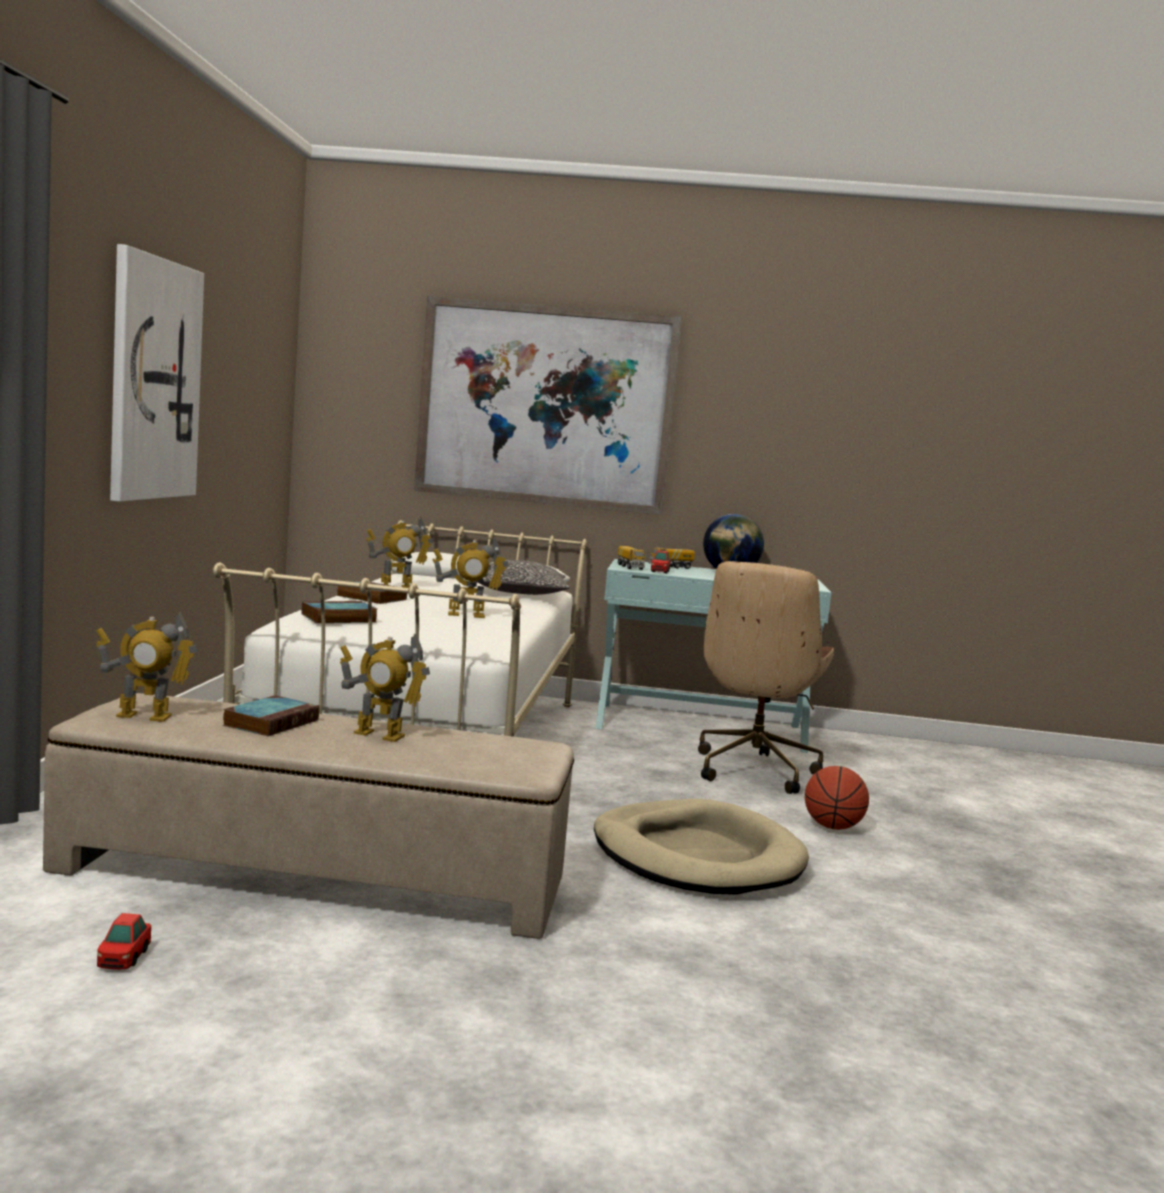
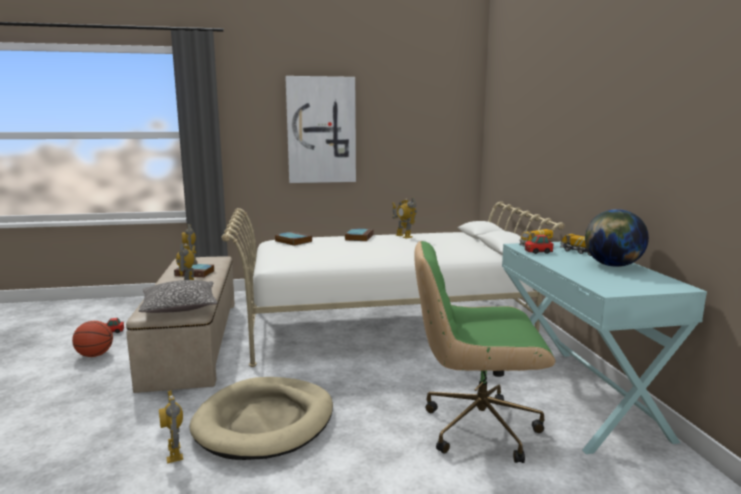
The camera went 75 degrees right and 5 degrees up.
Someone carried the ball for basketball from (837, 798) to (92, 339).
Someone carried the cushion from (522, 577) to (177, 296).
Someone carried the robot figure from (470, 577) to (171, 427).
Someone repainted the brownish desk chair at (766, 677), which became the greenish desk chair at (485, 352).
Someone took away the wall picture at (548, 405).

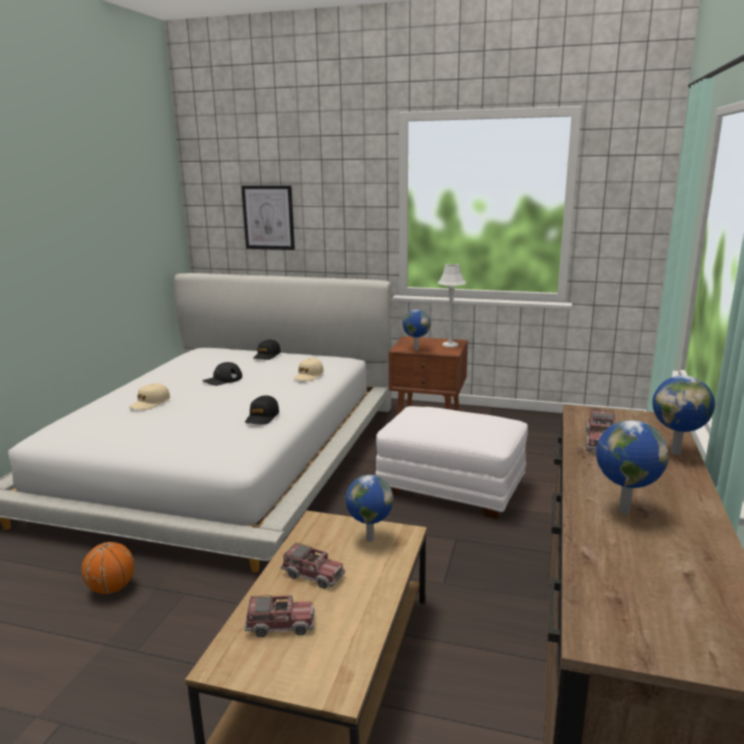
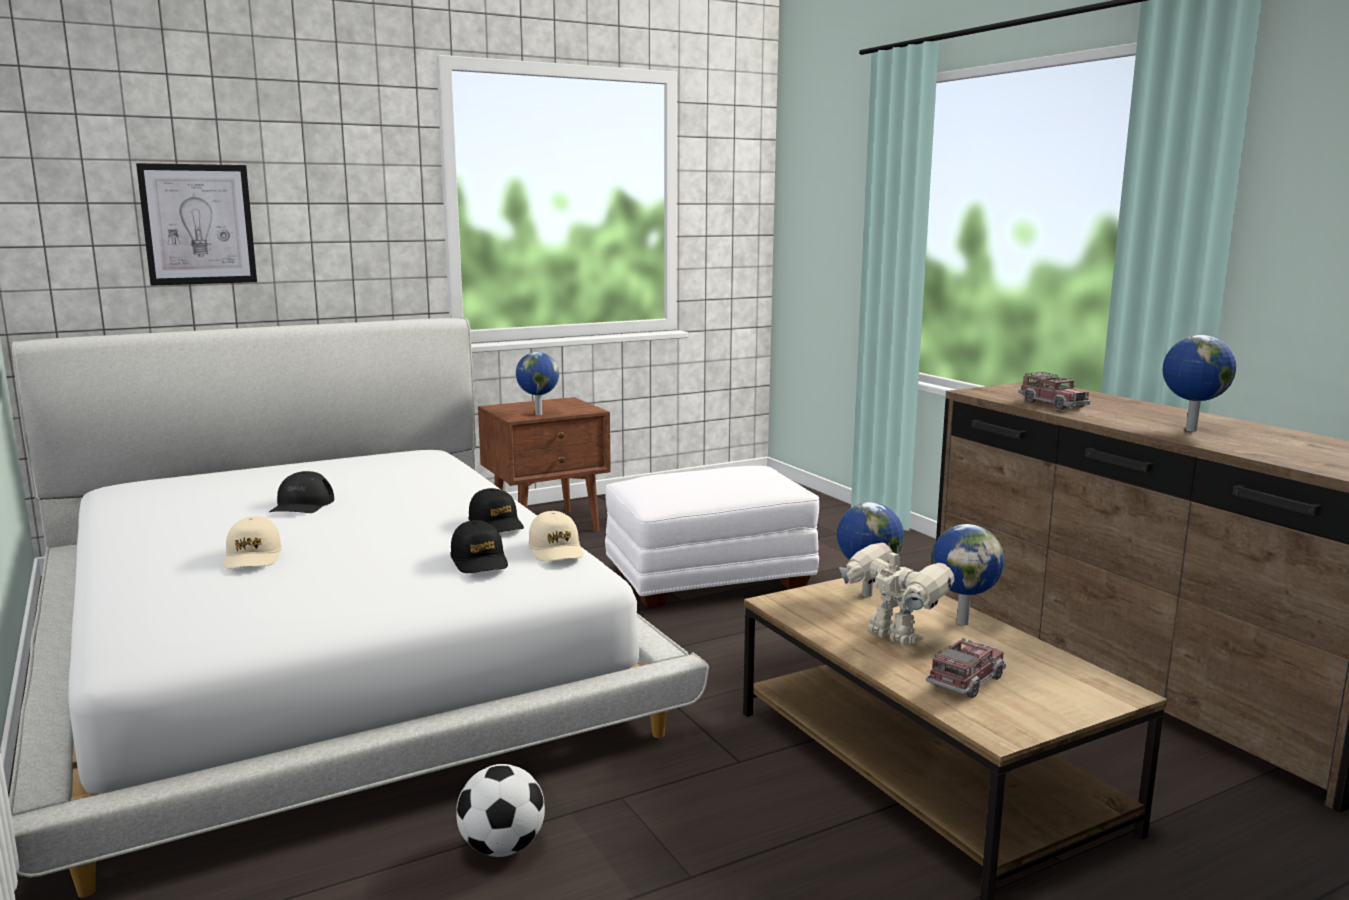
The camera went 45 degrees left and 5 degrees down.
Someone carried the blackish peaked cap from (267, 350) to (479, 546).
Someone swapped the ball for basketball at (108, 568) for the ball for football at (500, 810).
Someone carried the beige peaked cap from (308, 369) to (555, 536).
Someone swapped the model truck at (312, 565) for the robot figure at (896, 594).
Someone carried the world globe from (683, 415) to (968, 574).
Someone took away the grey lamp for a table at (451, 305).

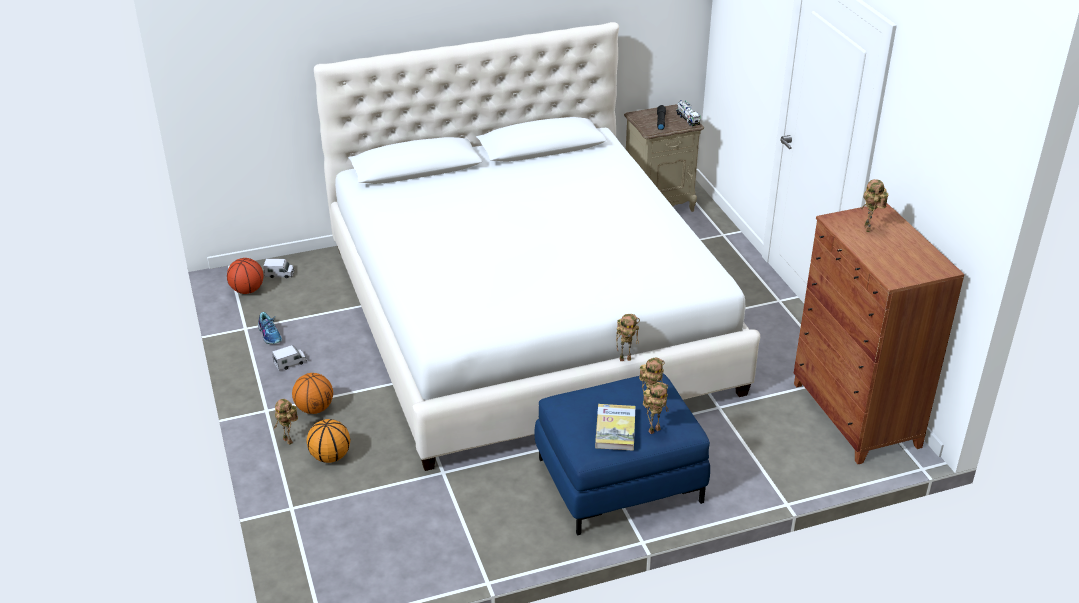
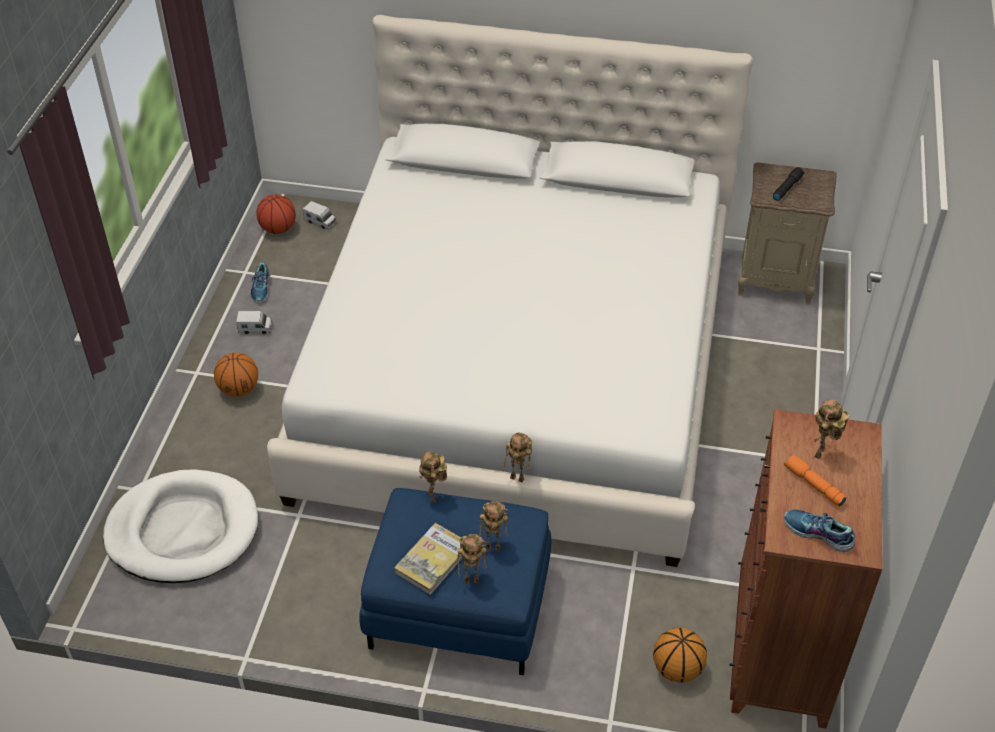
The camera went 30 degrees right and 10 degrees up.
Someone put down the white dog bed at (180, 526).
Someone carried the robot figure from (286, 422) to (433, 477).
Someone carried the ball for basketball from (328, 441) to (680, 655).
Someone put down the orange torch at (815, 481).
Someone put down the low shoe at (819, 531).
Someone took away the model truck at (688, 113).

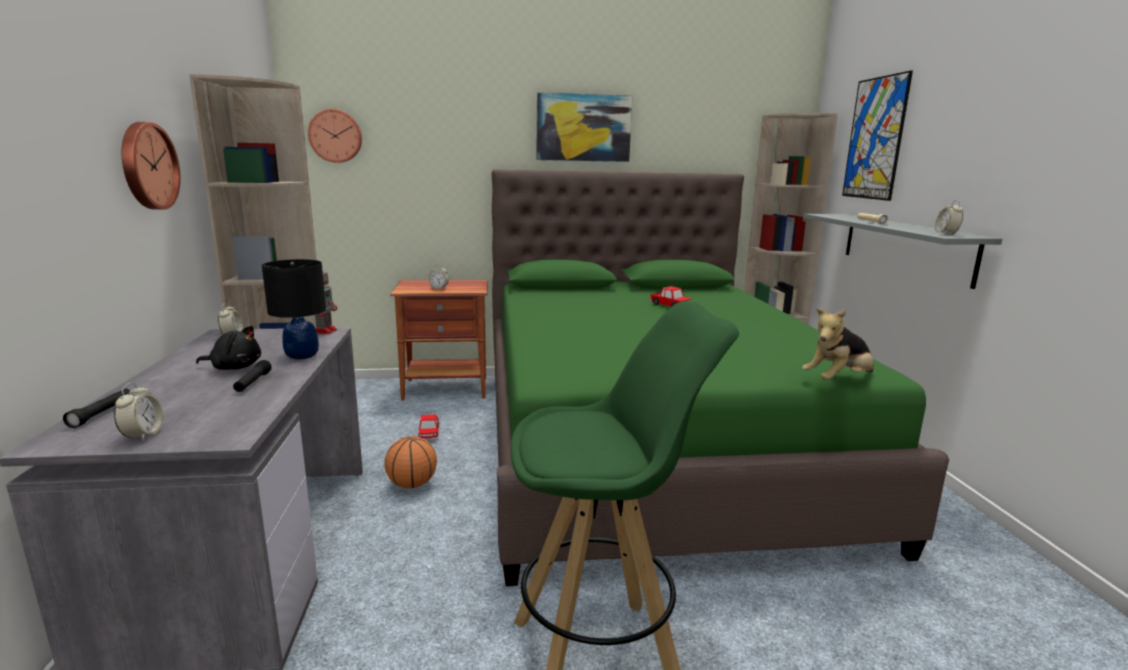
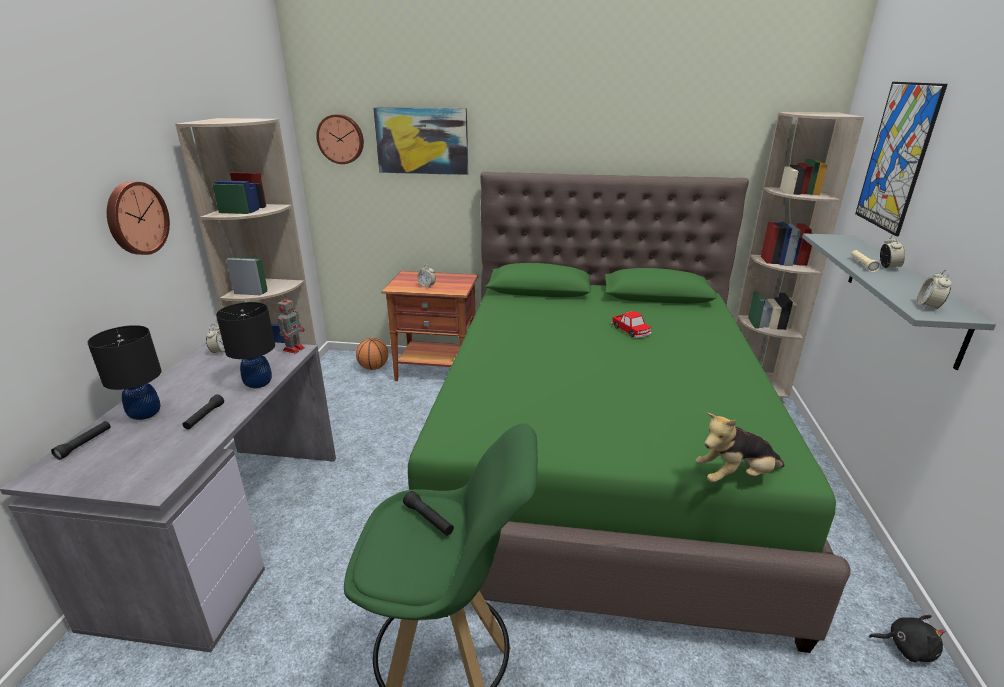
The camera went 15 degrees right and 10 degrees up.
Someone put down the blackish lamp for a table at (124, 372).
Someone carried the ball for basketball from (410, 462) to (372, 354).
Someone carried the wall picture from (584, 127) to (421, 141).
Someone put down the blackish torch at (428, 513).
Someone carried the blackish soft toy from (228, 348) to (907, 638).
Someone carried the bedside clock from (138, 411) to (892, 252).
Someone took away the model car at (429, 427).

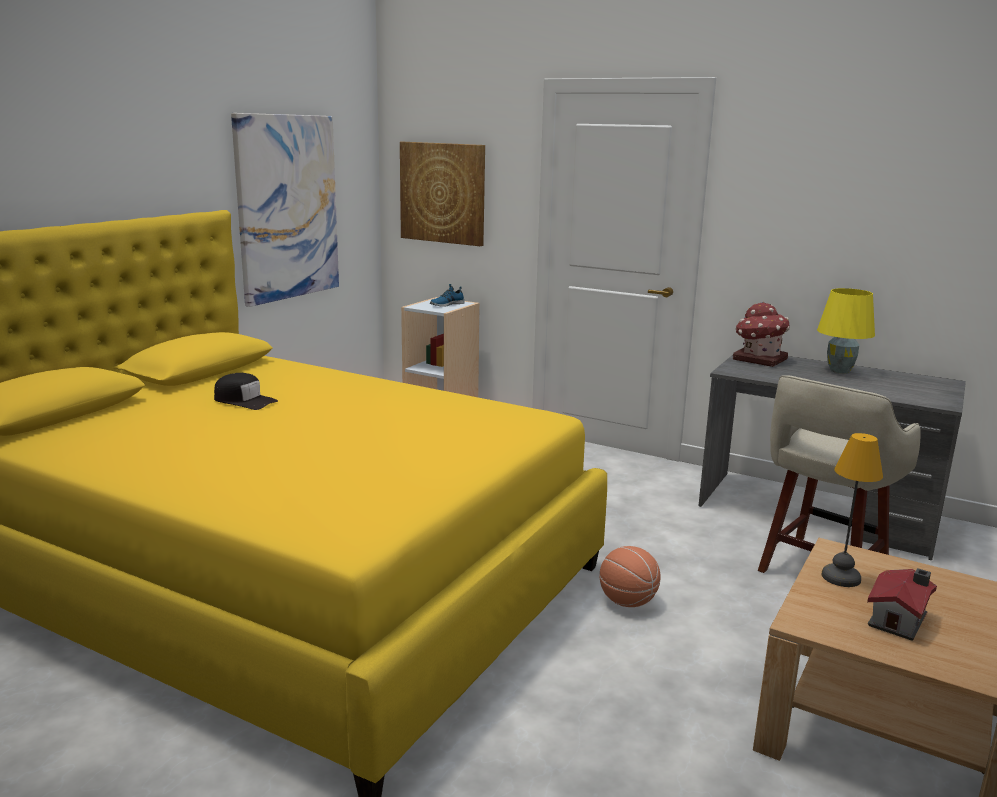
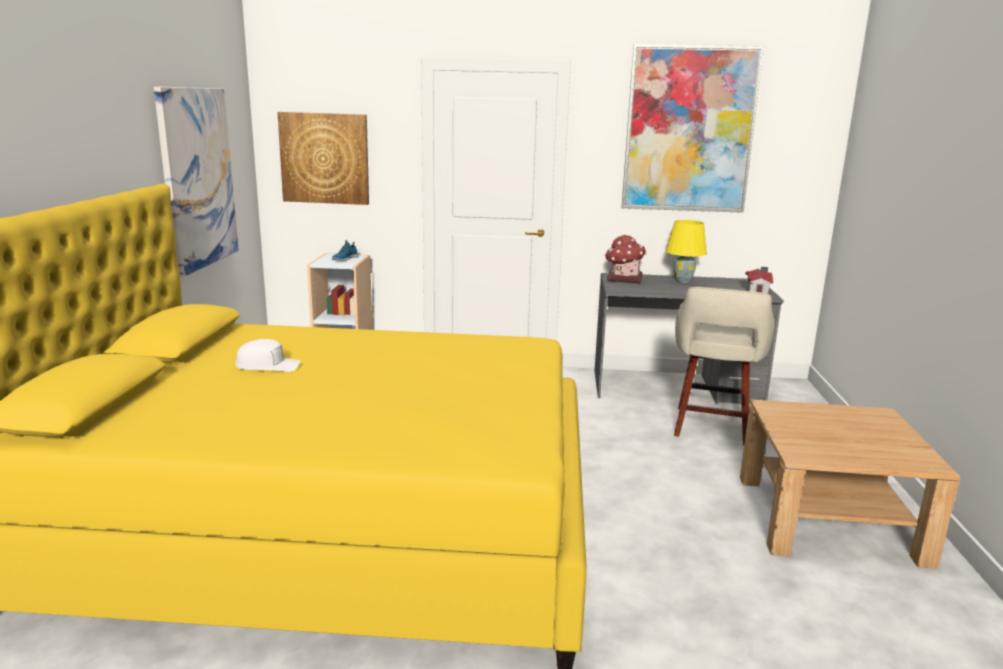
The camera went 25 degrees left and 0 degrees up.
Someone repainted the blackish peaked cap at (246, 391), which became the white peaked cap at (268, 355).
Someone put up the wall picture at (693, 128).
Someone carried the model house from (902, 604) to (759, 280).
Someone took away the ball for basketball at (630, 576).
Someone took away the lamp for a table at (852, 510).

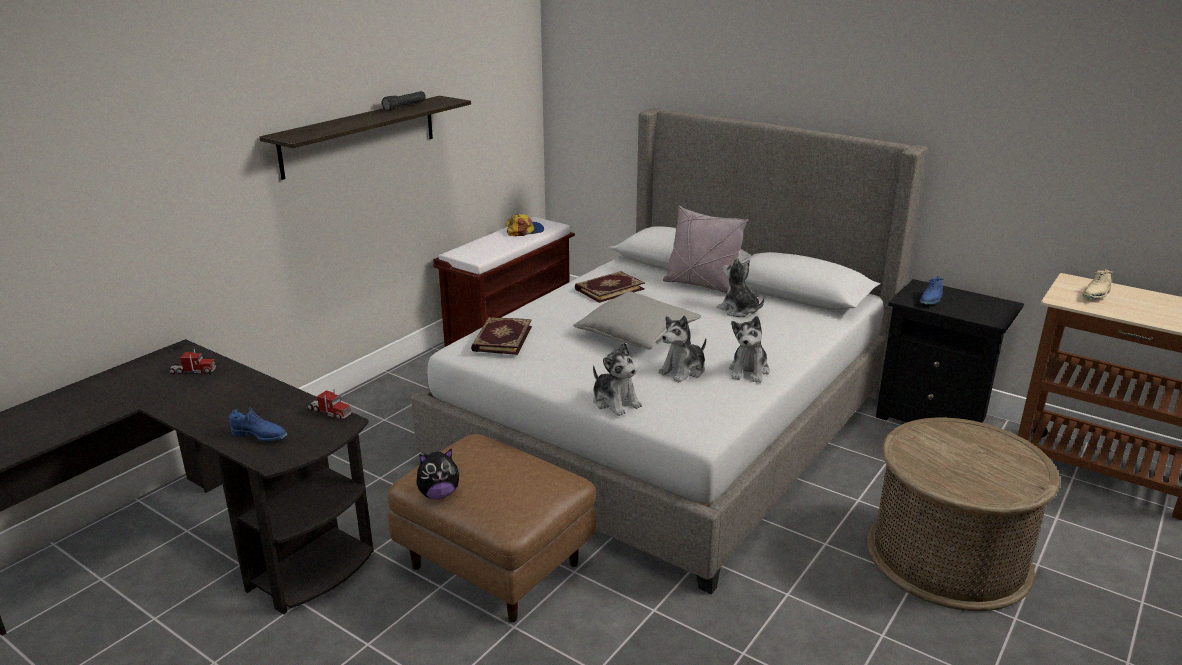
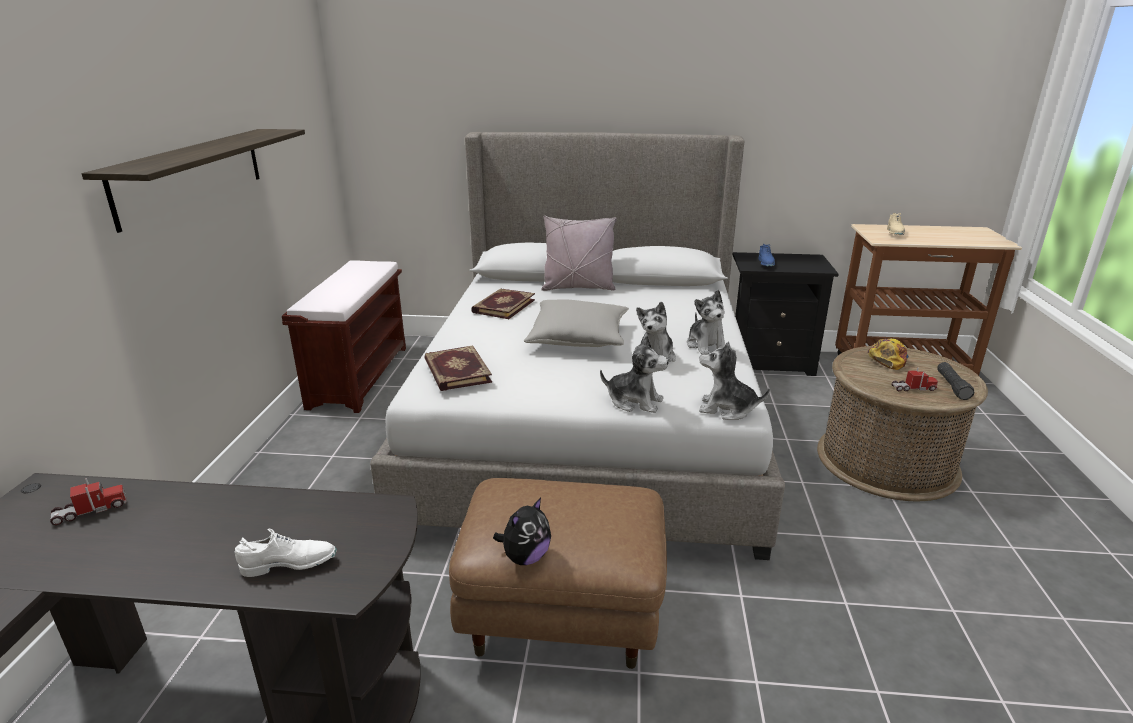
The camera went 30 degrees left and 0 degrees up.
Someone repainted the blue low shoe at (258, 424), which became the white low shoe at (286, 552).
Someone carried the soft toy from (740, 287) to (734, 381).
Someone carried the peaked cap from (524, 225) to (888, 354).
Someone carried the model truck from (330, 404) to (914, 379).
Someone carried the blackish torch from (403, 101) to (955, 381).

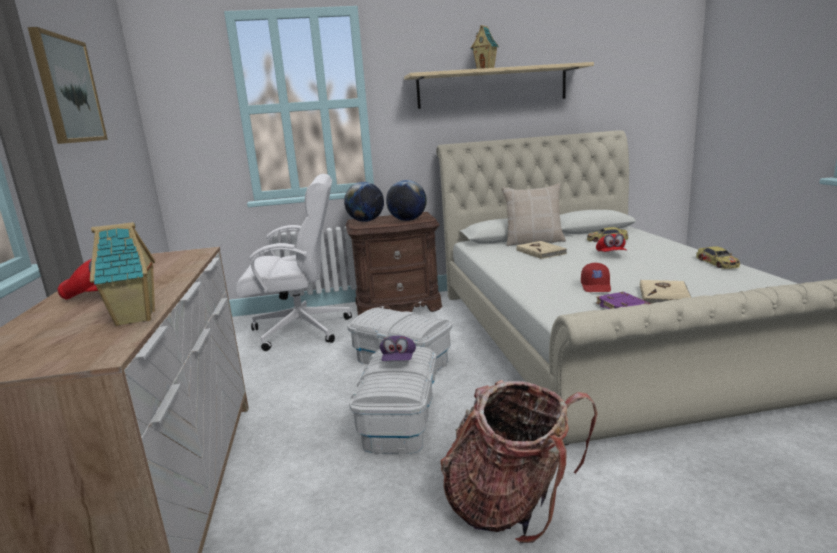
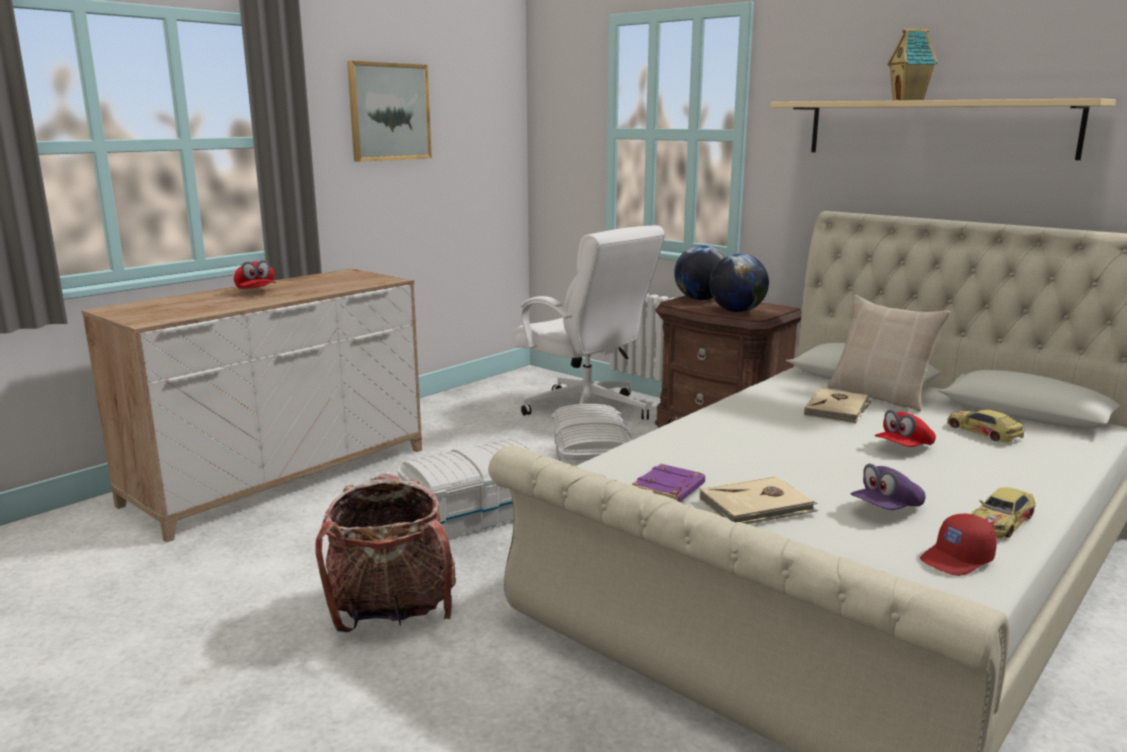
The camera went 50 degrees right and 0 degrees up.
Someone carried the purplish peaked cap from (398, 348) to (888, 487).
Someone carried the red-coloured peaked cap from (596, 277) to (958, 545).
Someone took away the model house at (122, 274).

